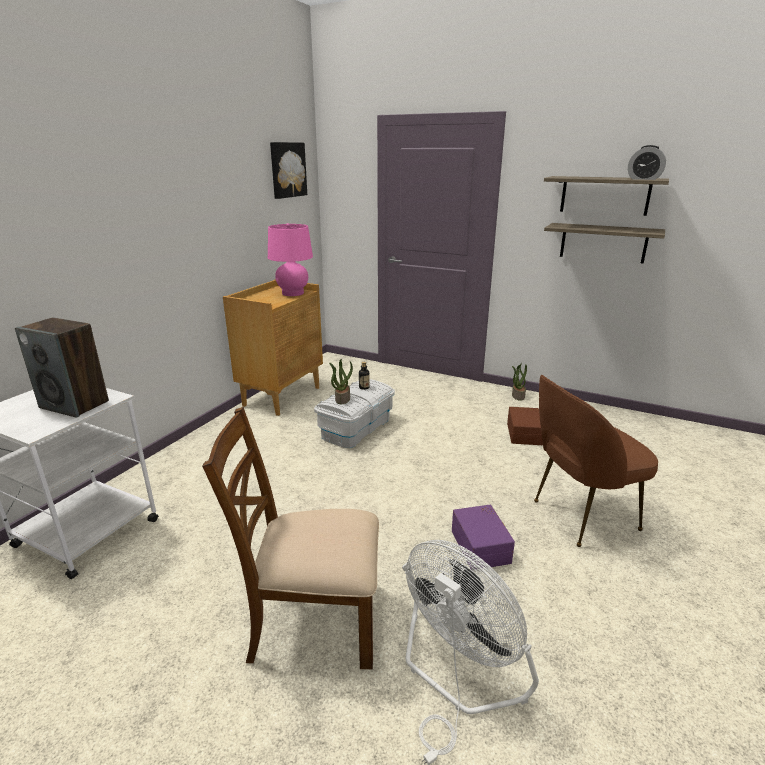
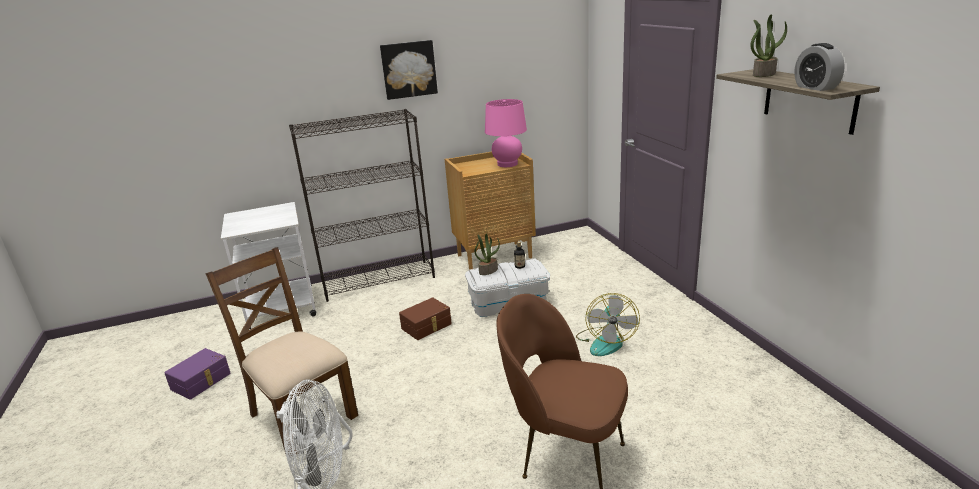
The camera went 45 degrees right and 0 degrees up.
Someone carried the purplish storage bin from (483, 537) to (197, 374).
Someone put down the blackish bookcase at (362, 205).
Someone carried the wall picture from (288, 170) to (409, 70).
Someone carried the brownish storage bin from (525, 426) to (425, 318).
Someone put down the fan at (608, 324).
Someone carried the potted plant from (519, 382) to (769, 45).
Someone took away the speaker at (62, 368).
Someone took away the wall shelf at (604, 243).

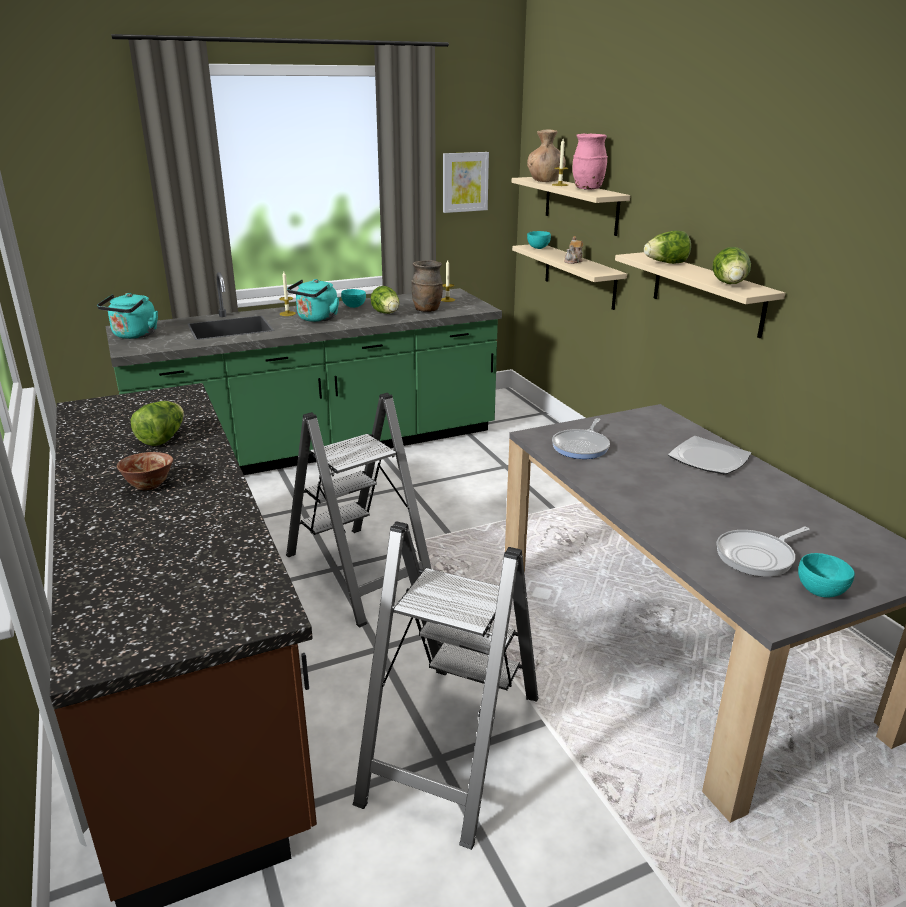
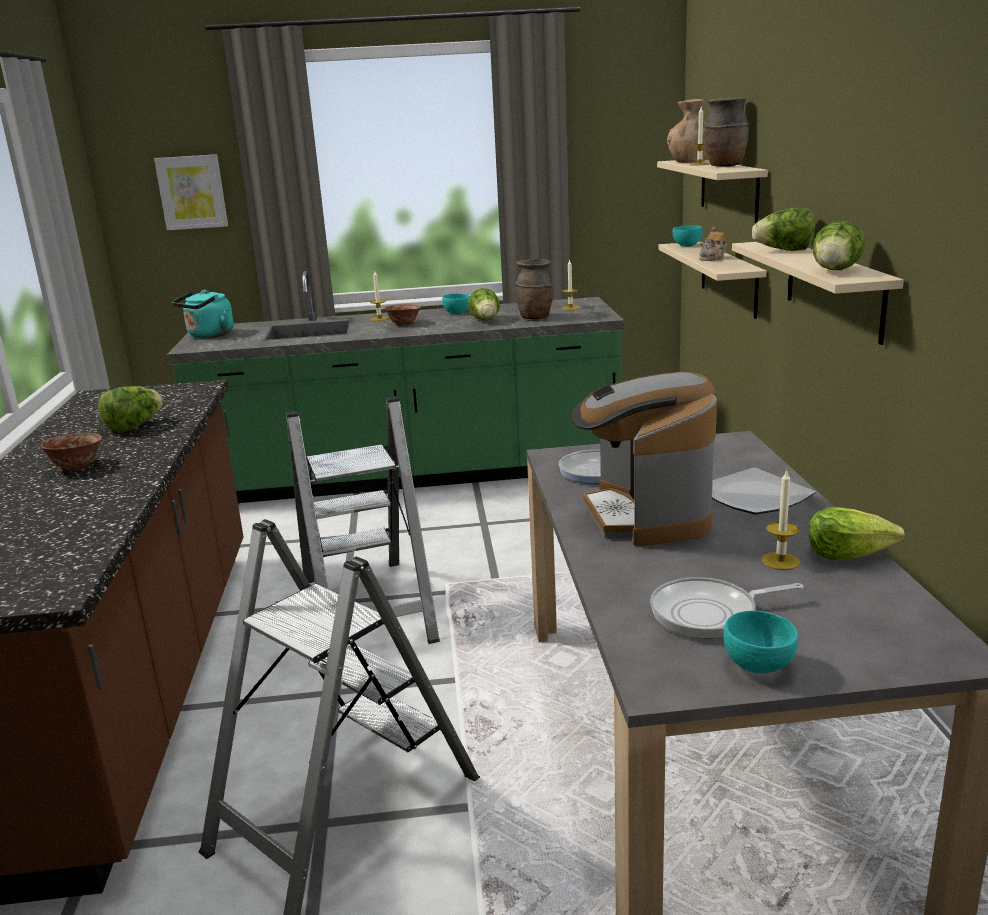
The camera went 20 degrees right and 5 degrees down.
Someone carried the wall picture from (466, 182) to (191, 192).
Someone swapped the turquoise water kettle at (313, 300) for the serving bowl at (403, 315).
Someone put down the coffee brewer at (644, 459).
Someone repainted the pink flower vase at (590, 162), which became the brownish flower vase at (726, 132).
Someone put down the candle at (781, 519).
Someone put down the head of lettuce at (857, 533).

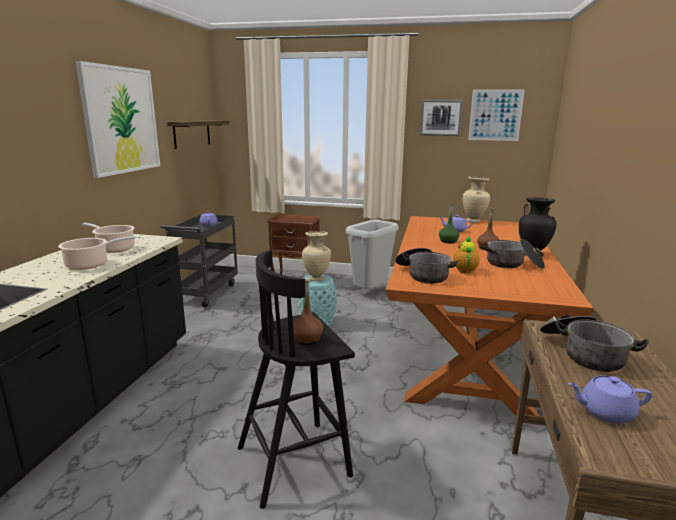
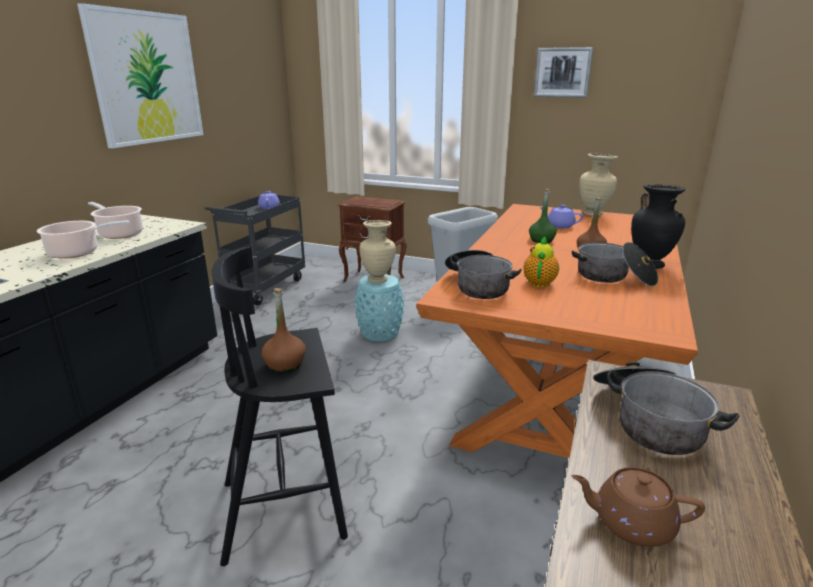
The camera went 10 degrees right and 5 degrees up.
Someone repainted the purplish pot for tea at (610, 399), which became the brownish pot for tea at (638, 507).
Someone took away the wall shelf at (198, 134).
Someone took away the wall picture at (496, 115).

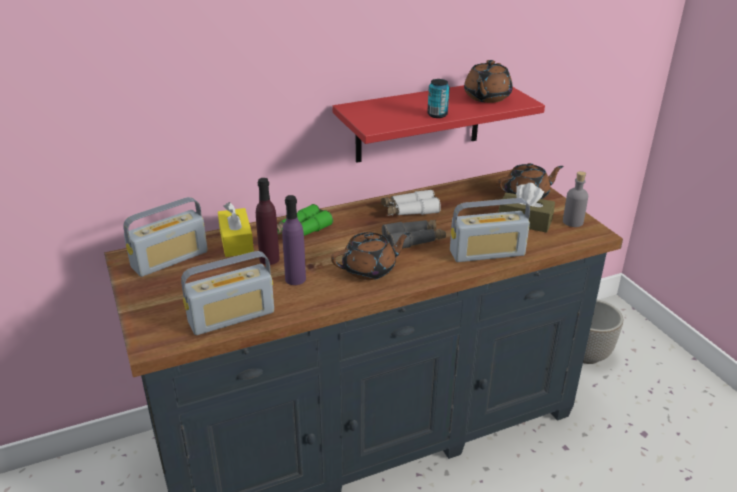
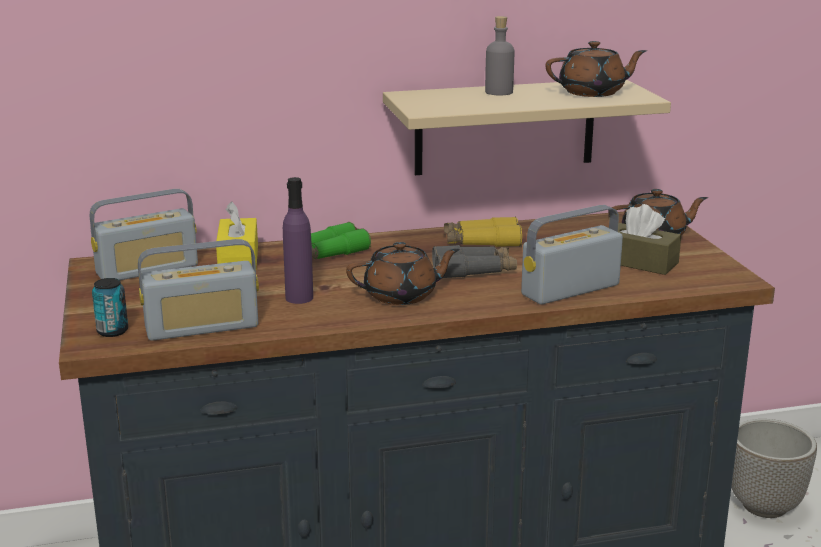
The camera went 10 degrees right and 10 degrees down.
Someone carried the metal can from (438, 98) to (110, 307).
Someone repainted the red-coloured wall shelf at (438, 124), which became the beige wall shelf at (527, 127).
Someone repainted the white pair of binoculars at (411, 202), which became the yellow-coloured pair of binoculars at (483, 232).
Someone carried the grey bottle from (575, 199) to (499, 55).
Someone rotated the radio at (490, 230) by 150 degrees clockwise.
Someone rotated the brownish pot for tea at (488, 81) by 135 degrees counterclockwise.
Someone took away the purplish bottle at (268, 221).

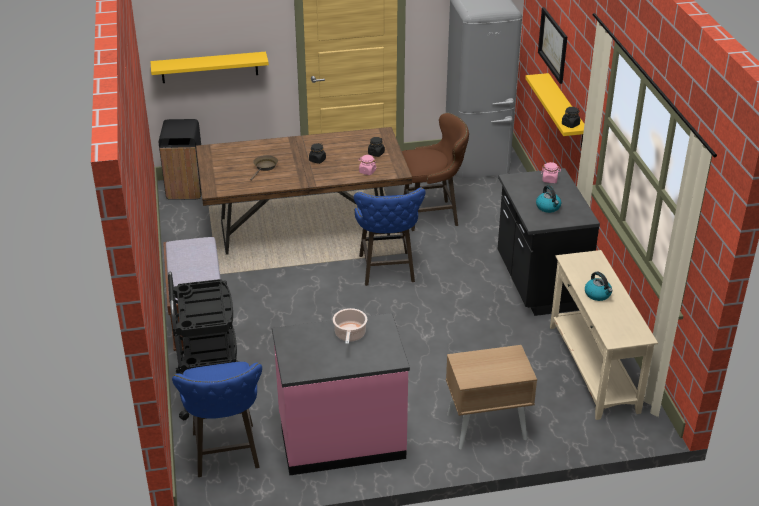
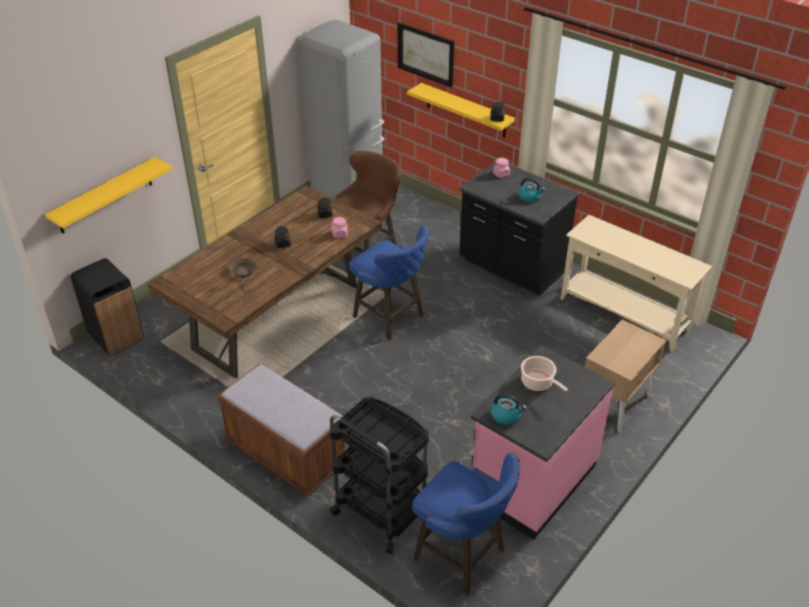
The camera went 40 degrees left and 5 degrees up.
Someone carried the water kettle from (599, 286) to (508, 409).

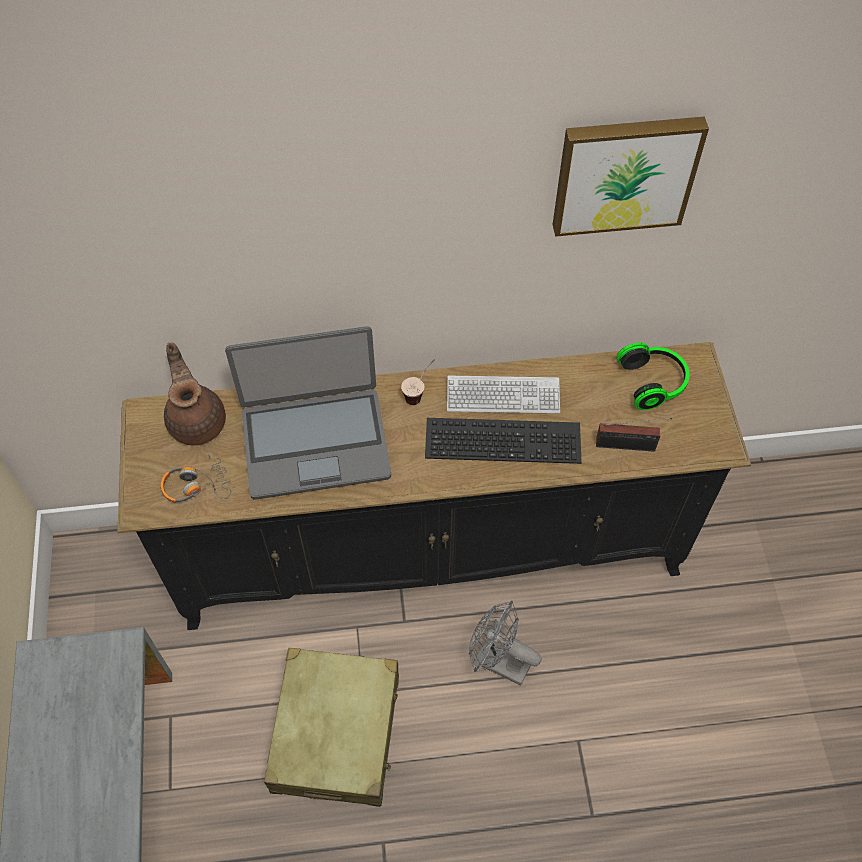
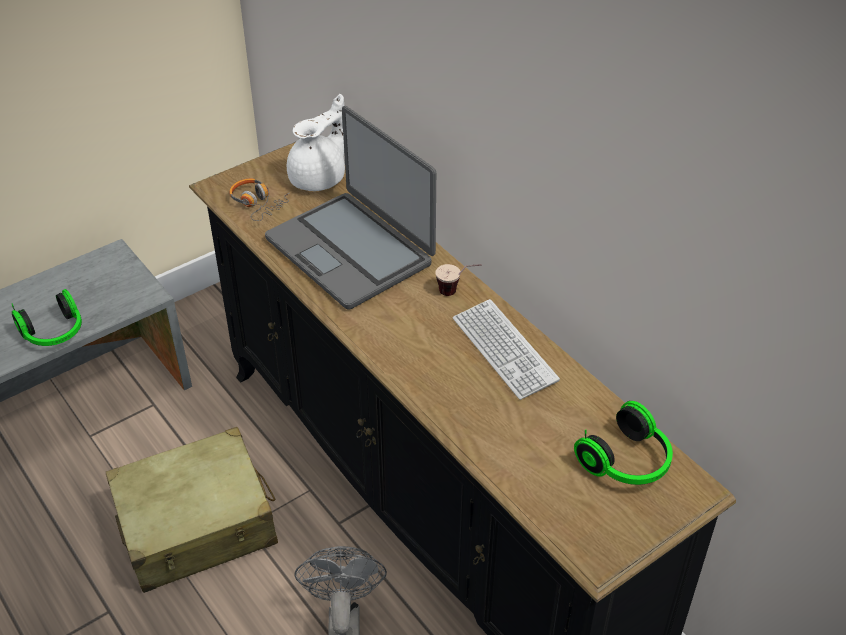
The camera went 60 degrees right and 15 degrees down.
Someone put down the headphones at (47, 317).
Someone repainted the brownish pot for tea at (195, 394), which became the white pot for tea at (316, 142).
Someone took away the PC keyboard at (503, 441).
Someone took away the wall picture at (631, 176).
Someone took away the radio at (634, 435).

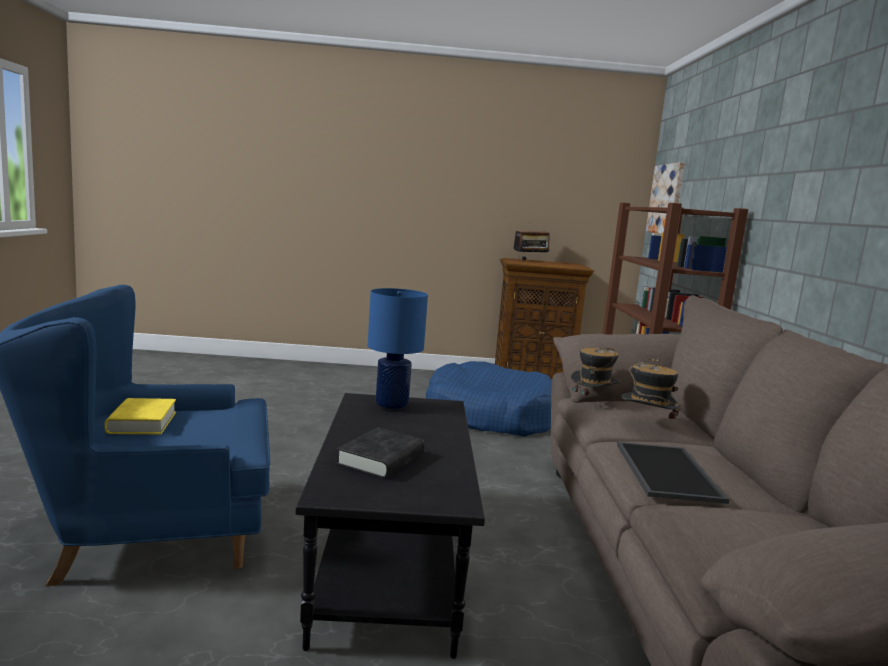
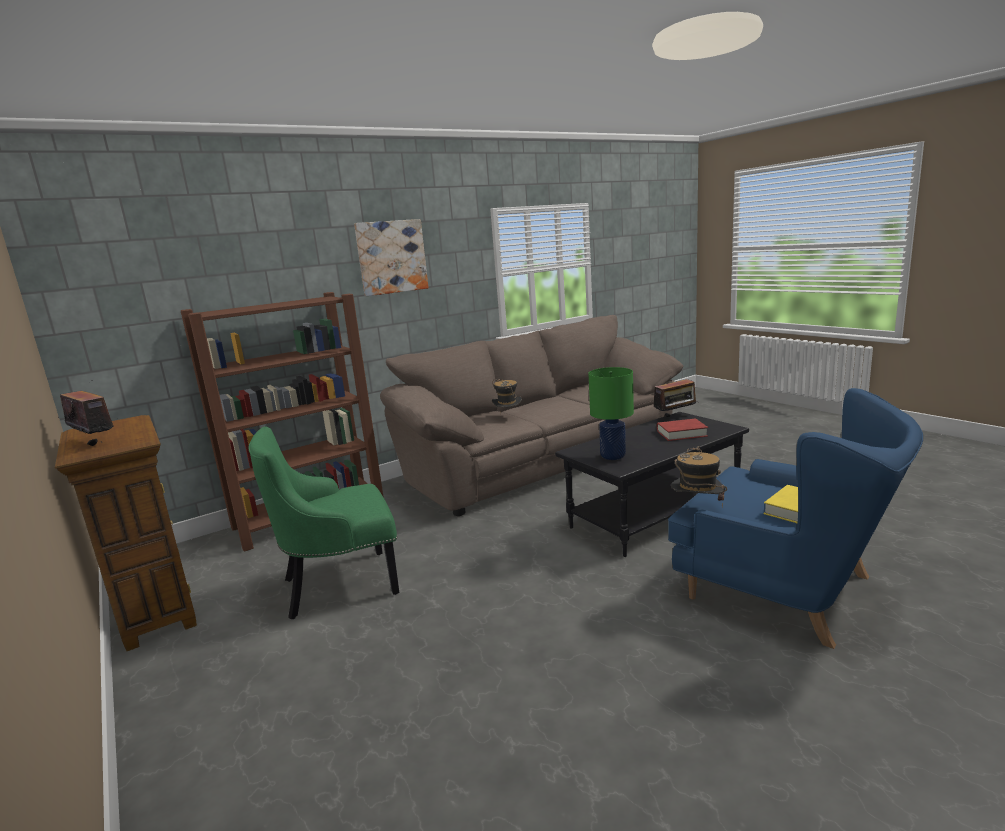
The camera went 120 degrees left and 5 degrees up.
Someone swapped the blue dog bed at (489, 399) for the greenish armchair at (324, 522).
Someone carried the wall picture from (665, 198) to (391, 257).
Someone repainted the blue lamp for a table at (398, 349), which became the greenish lamp for a table at (611, 413).
Someone put down the radio at (676, 398).
Someone repainted the blackish book at (380, 453), which became the red-coloured book at (682, 430).
Someone carried the wearable hat from (596, 378) to (699, 476).
Someone took away the serving tray at (673, 473).

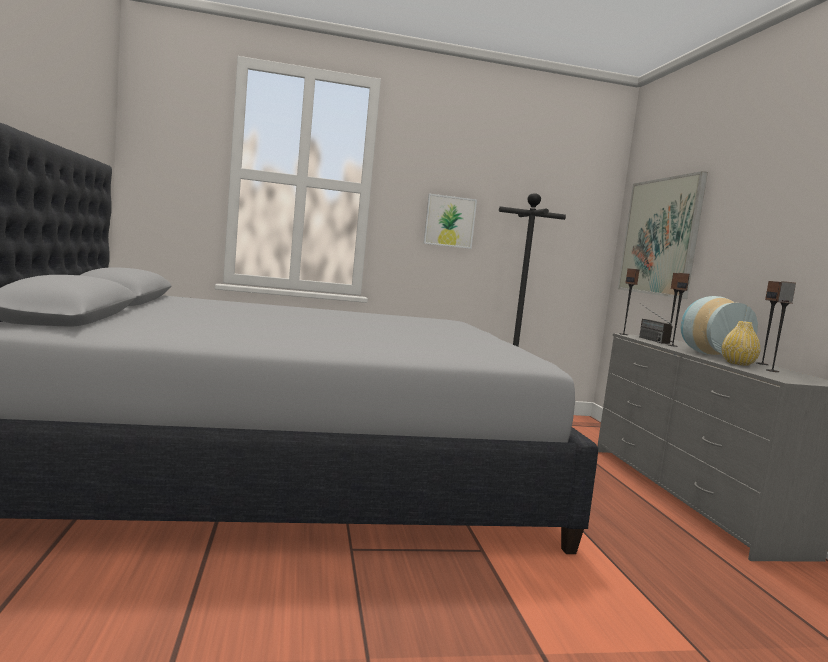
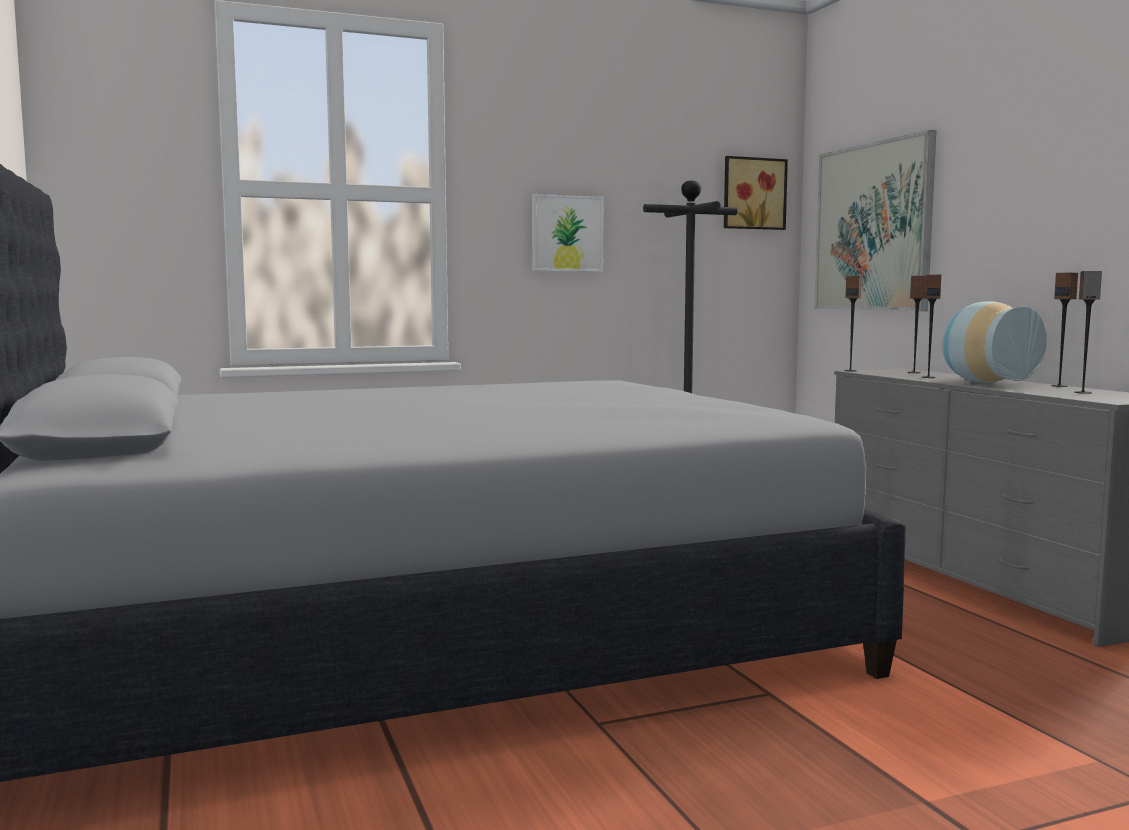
The camera went 10 degrees left and 0 degrees up.
Someone put up the wall picture at (756, 193).
Someone took away the radio at (655, 323).
Someone took away the yellow-coloured flower vase at (741, 343).

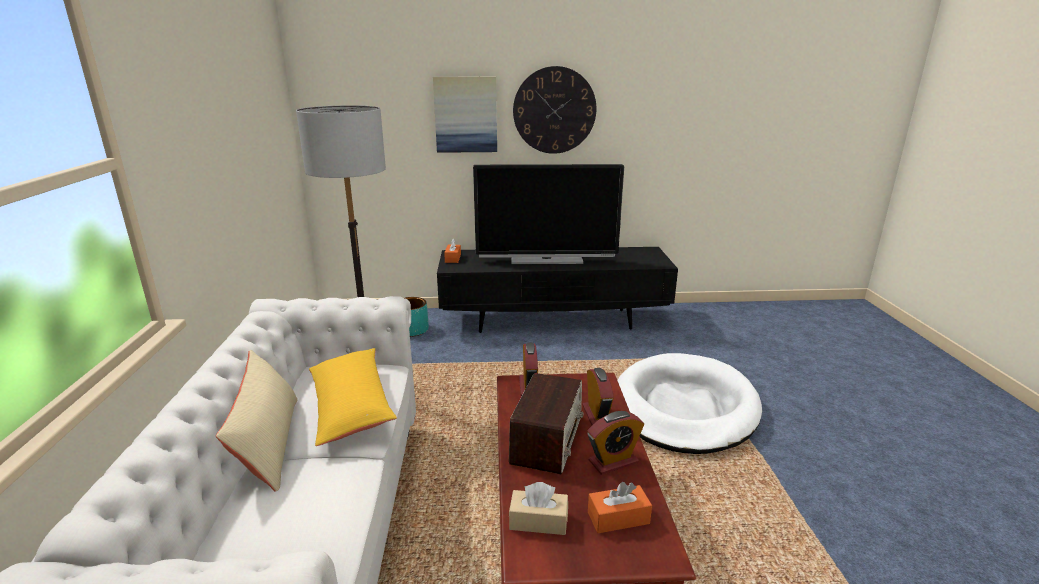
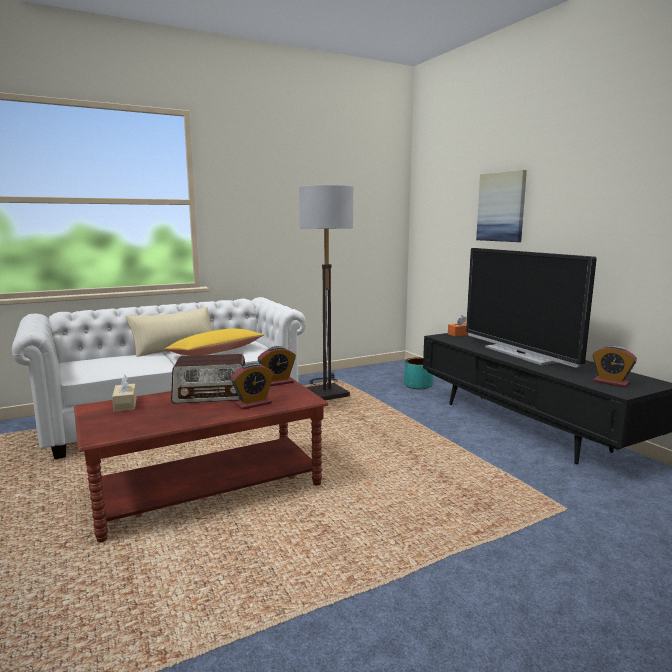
The camera went 65 degrees right and 10 degrees down.
Someone carried the bedside clock from (615, 443) to (615, 366).
Someone took away the hanging clock at (555, 110).
Someone took away the orange tissue holder at (620, 507).
Someone took away the white dog bed at (689, 403).

